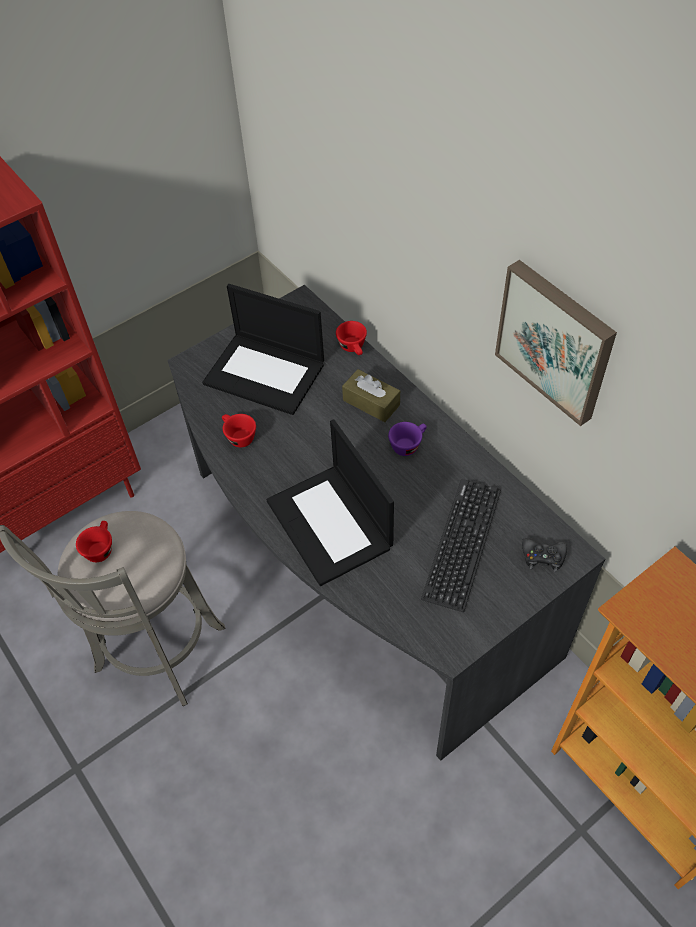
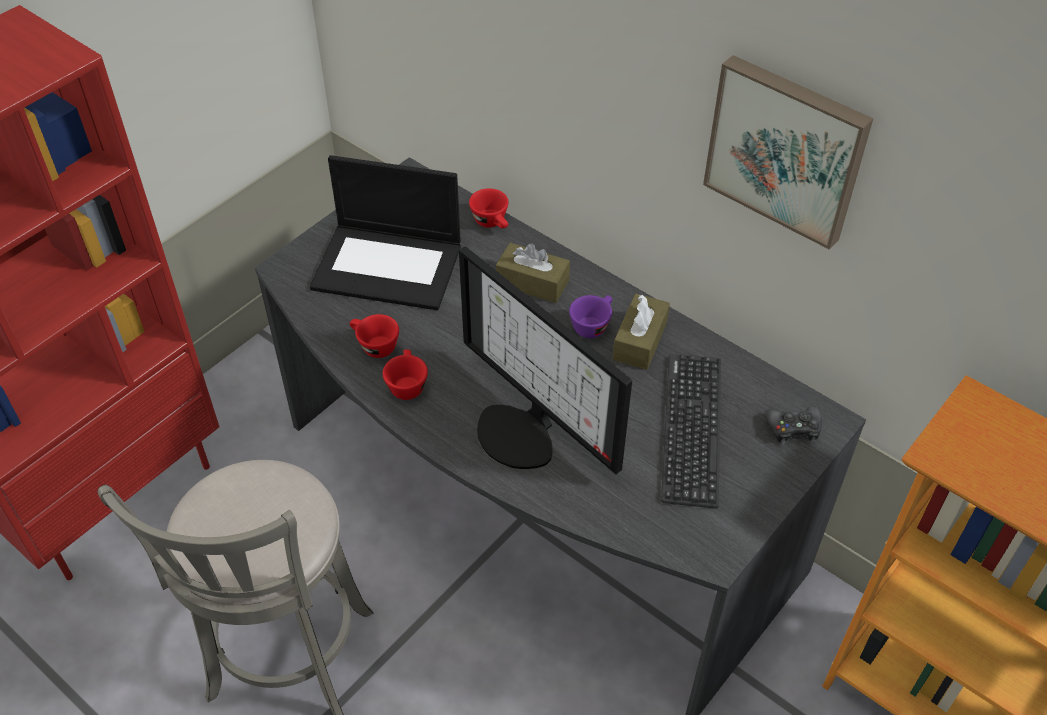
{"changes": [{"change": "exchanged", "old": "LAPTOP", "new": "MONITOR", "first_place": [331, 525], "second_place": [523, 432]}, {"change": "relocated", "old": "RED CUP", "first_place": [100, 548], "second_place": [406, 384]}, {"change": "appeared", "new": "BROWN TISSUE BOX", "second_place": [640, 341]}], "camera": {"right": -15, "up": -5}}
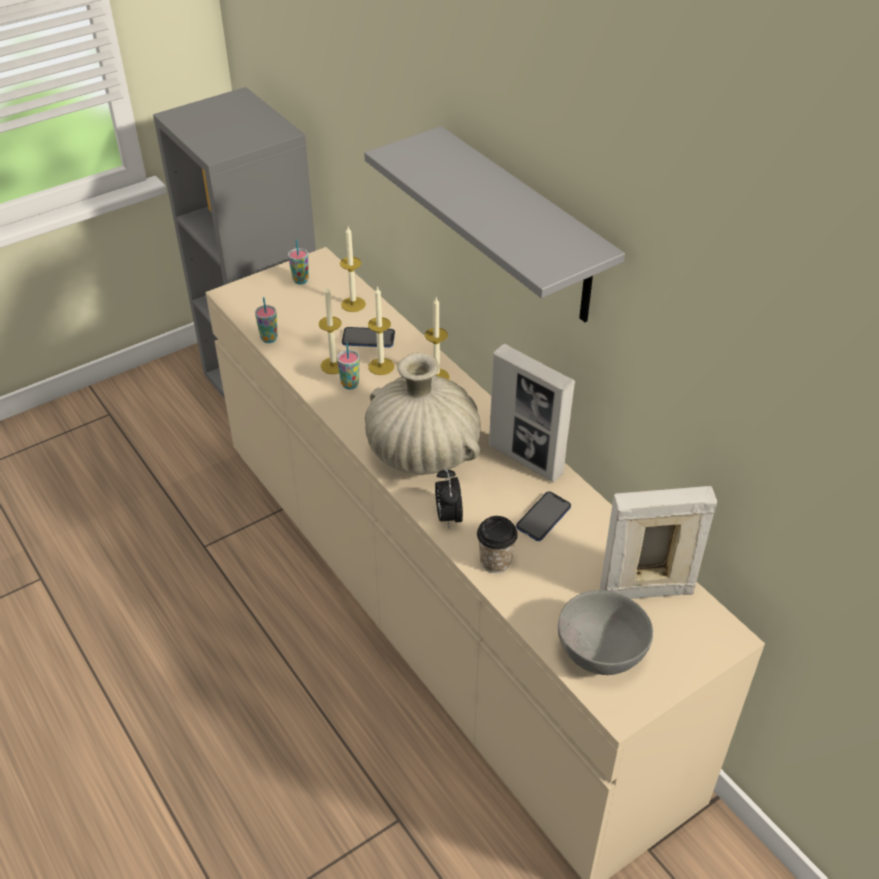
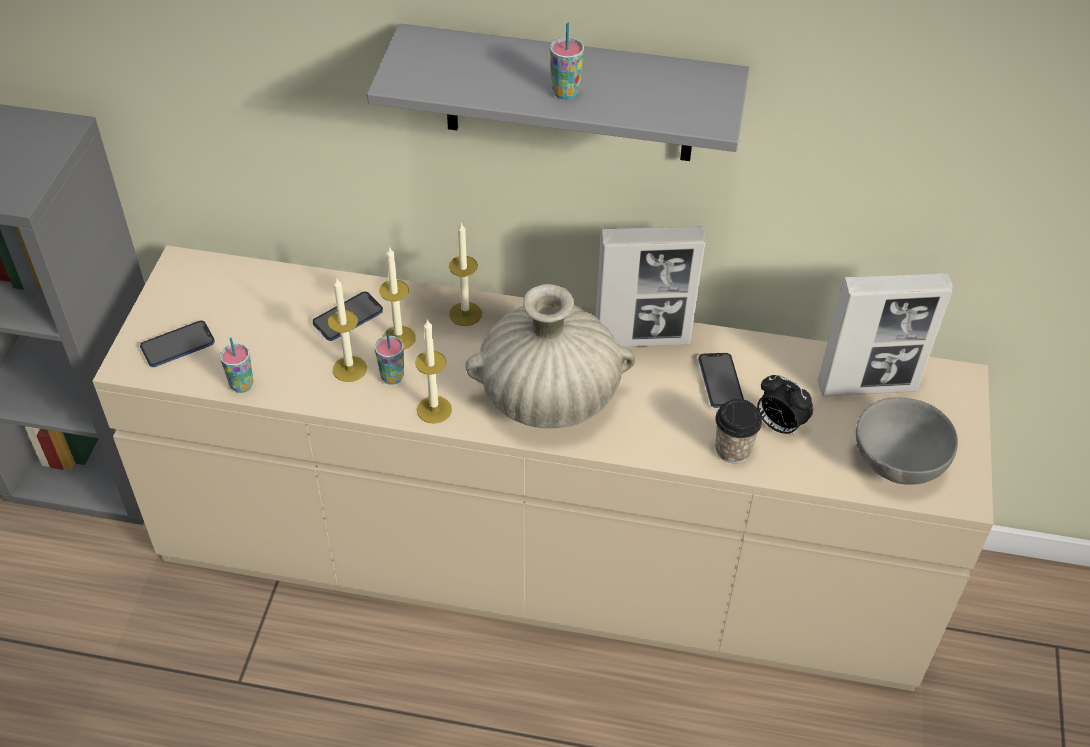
{"changes": [{"change": "relocated", "old": "CANDLE", "first_place": [353, 304], "second_place": [434, 409]}, {"change": "relocated", "old": "CUP", "first_place": [300, 280], "second_place": [565, 93]}, {"change": "relocated", "old": "ALARM CLOCK", "first_place": [448, 516], "second_place": [778, 425]}, {"change": "spun", "old": "PICTURE FRAME", "first_place": [645, 591], "second_place": [867, 386], "degrees": -135}, {"change": "appeared", "new": "PHONE", "second_place": [178, 345]}], "camera": {"right": -45, "up": 5}}
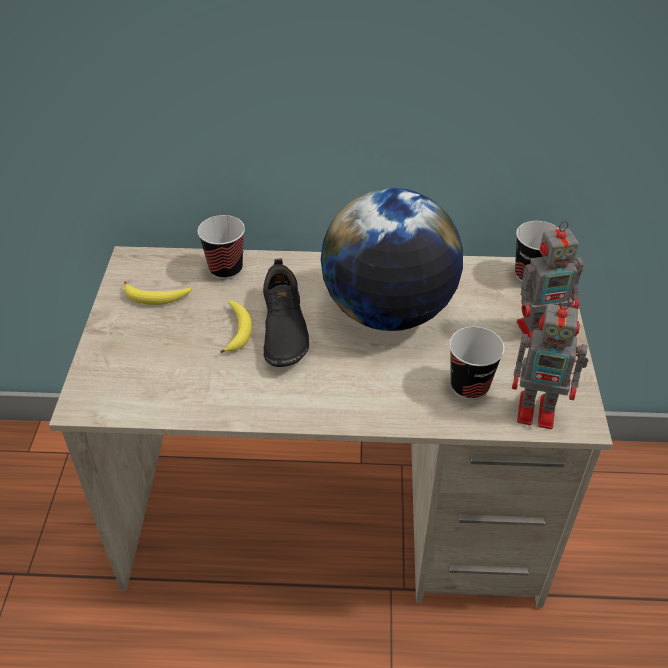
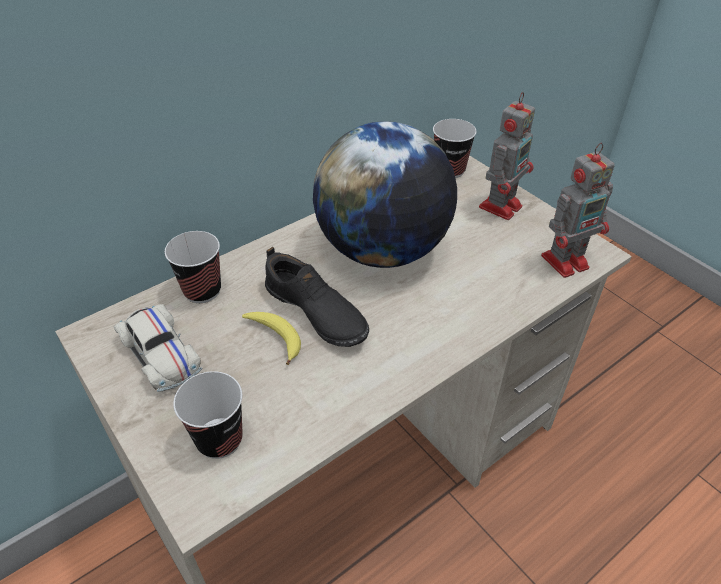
{"changes": [{"change": "exchanged", "old": "BANANA", "new": "WHITE TOY CAR", "first_place": [156, 297], "second_place": [160, 354]}, {"change": "relocated", "old": "CUP", "first_place": [469, 386], "second_place": [219, 439]}], "camera": {"right": -40, "up": 0}}
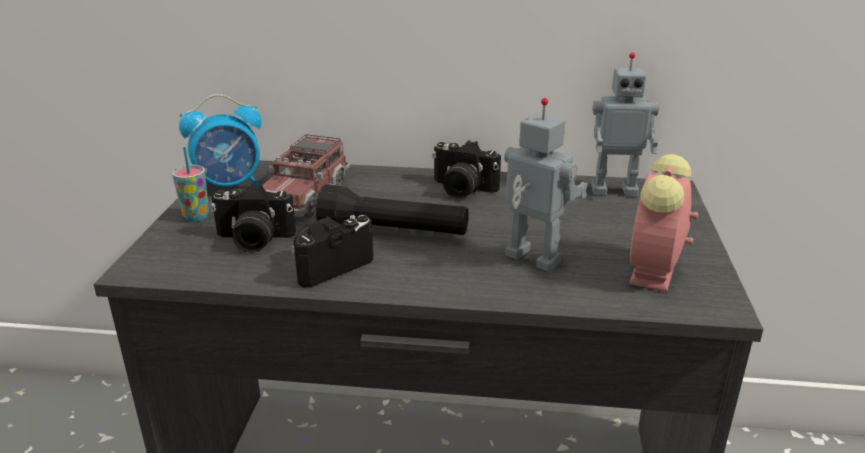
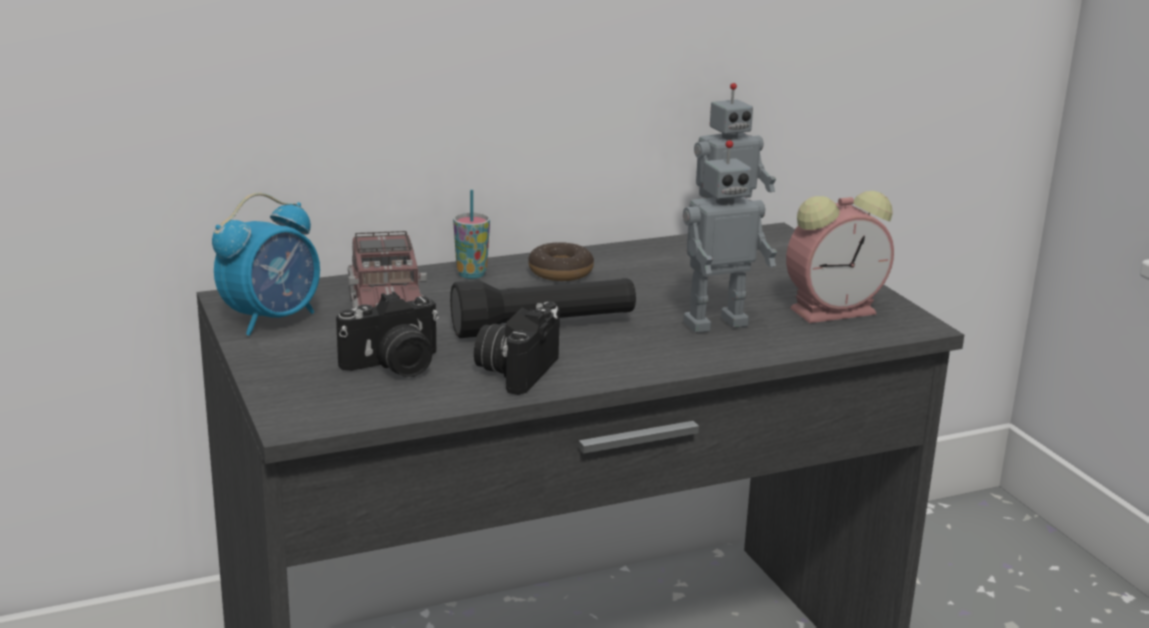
{"changes": [{"change": "spun", "old": "TOY ROBOT", "first_place": [531, 260], "second_place": [714, 323], "degrees": 150}, {"change": "exchanged", "old": "PHOTO CAMERA", "new": "DONUT", "first_place": [461, 189], "second_place": [560, 272]}, {"change": "relocated", "old": "CUP", "first_place": [196, 217], "second_place": [471, 274]}, {"change": "spun", "old": "ALARM CLOCK", "first_place": [653, 272], "second_place": [835, 310], "degrees": -105}], "camera": {"right": -30, "up": -5}}
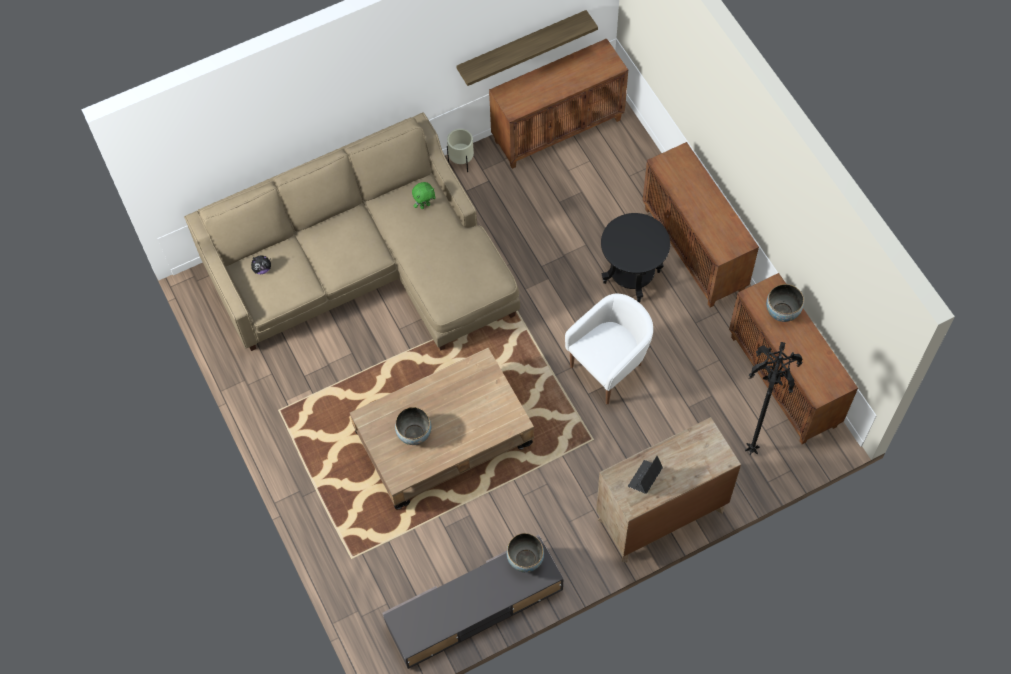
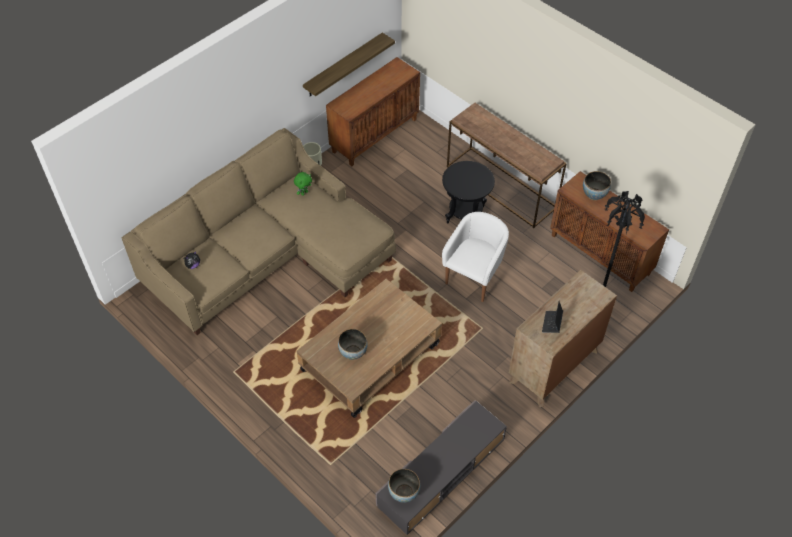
{"changes": [{"change": "exchanged", "old": "BROWN CABINET", "new": "BROWN CONSOLE TABLE", "first_place": [695, 250], "second_place": [502, 187]}, {"change": "relocated", "old": "BOWL", "first_place": [525, 559], "second_place": [404, 493]}], "camera": {"right": -20, "up": -10}}
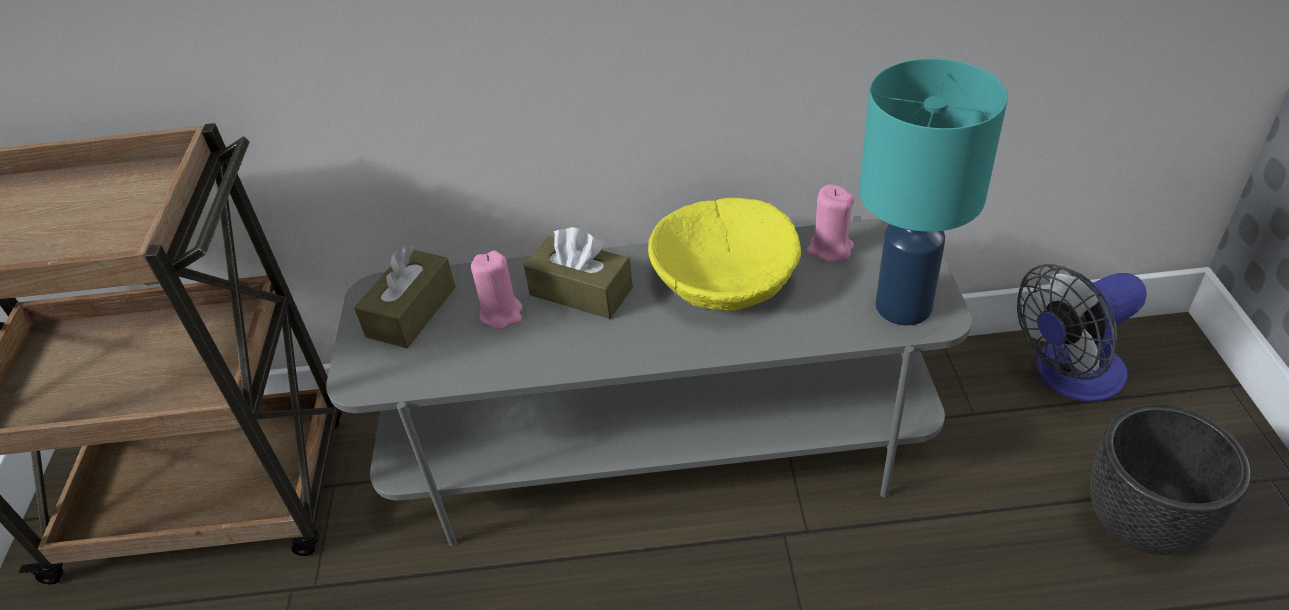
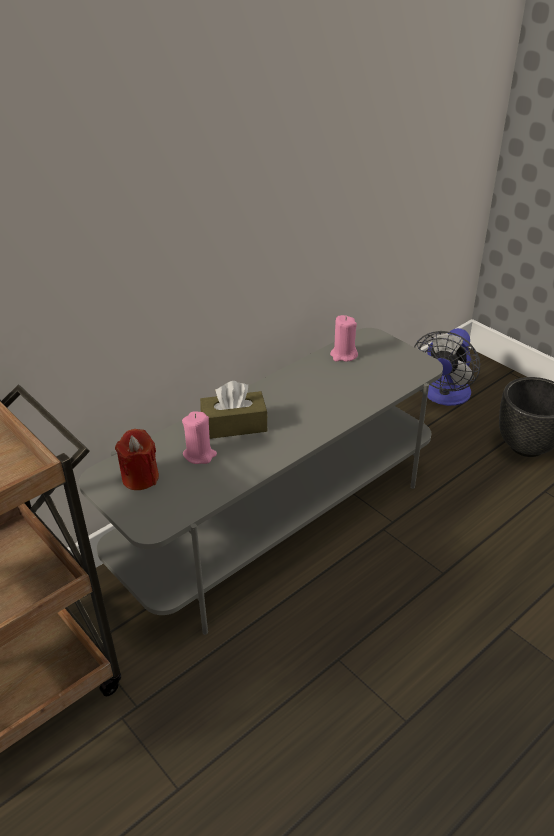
{"changes": [{"change": "missing", "old": "TURQUOISE TABLE LAMP", "first_place": [901, 307]}, {"change": "missing", "old": "YELLOW BOWL", "first_place": [724, 278]}, {"change": "exchanged", "old": "BROWN TISSUE BOX", "new": "RED CANDLE", "first_place": [411, 312], "second_place": [140, 478]}], "camera": {"right": -40, "up": -5}}
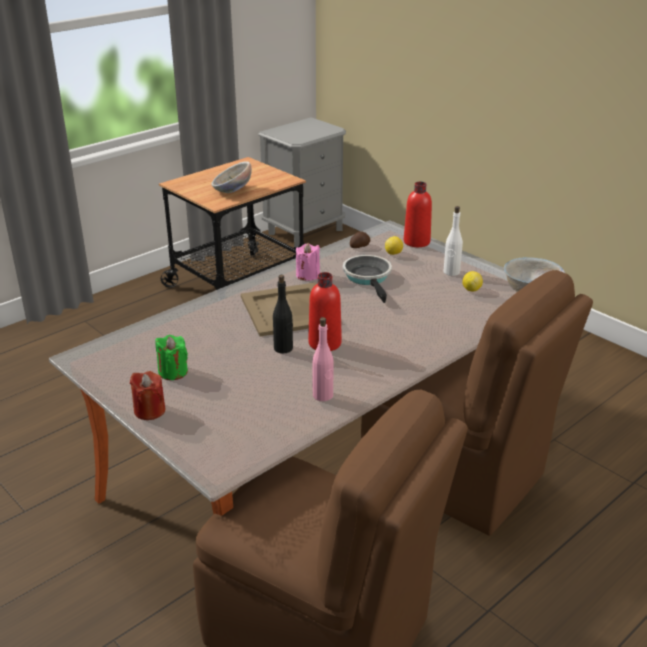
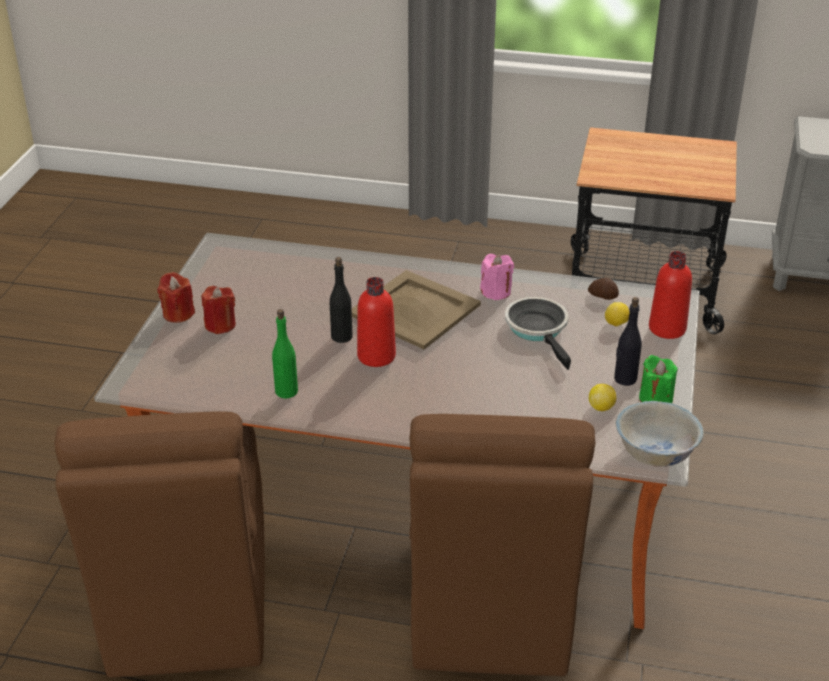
{"changes": [{"change": "missing", "old": "BOWL", "first_place": [232, 191]}, {"change": "colour", "old": "WHITE BOTTLE", "new": "BLACK BOTTLE", "first_place": [451, 272], "second_place": [625, 379]}, {"change": "spun", "old": "FRYING PAN", "first_place": [368, 278], "second_place": [539, 330], "degrees": -60}, {"change": "colour", "old": "PINK BOTTLE", "new": "GREEN BOTTLE", "first_place": [323, 395], "second_place": [286, 392]}, {"change": "relocated", "old": "GREEN CANDLE", "first_place": [173, 372], "second_place": [655, 399]}, {"change": "appeared", "new": "RED CANDLE", "second_place": [220, 325]}], "camera": {"right": 55, "up": 5}}
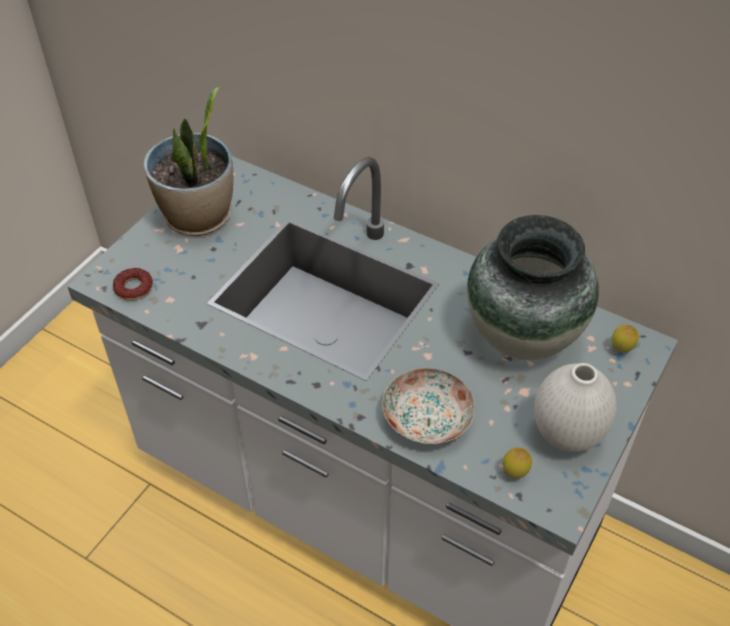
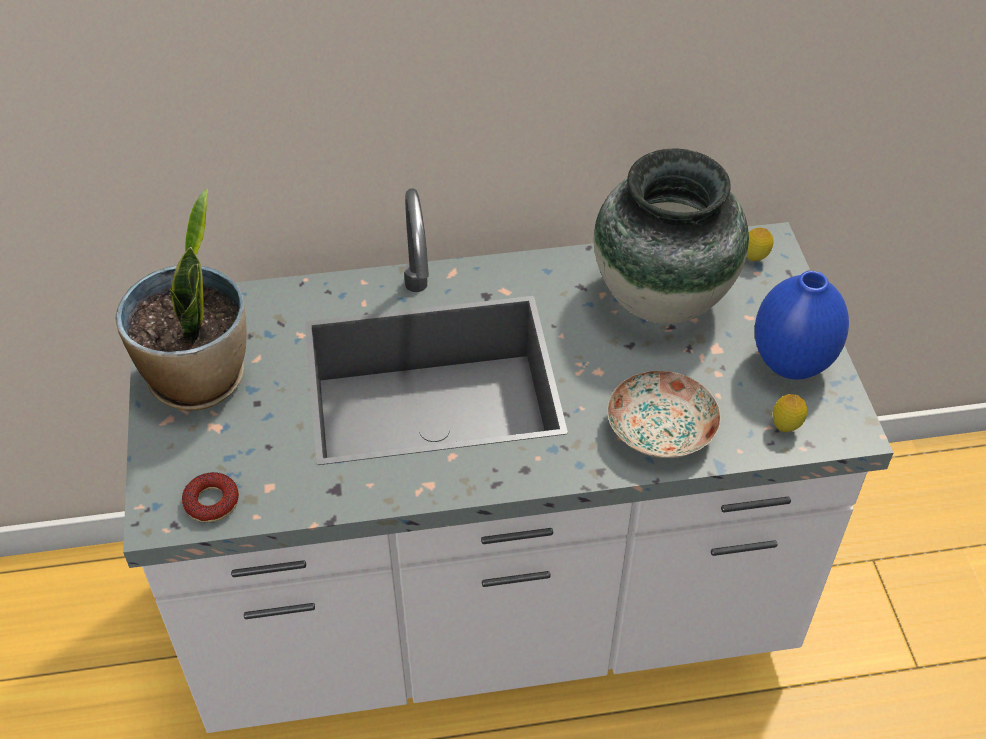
{"changes": [{"change": "colour", "old": "WHITE VASE", "new": "BLUE VASE", "first_place": [566, 435], "second_place": [790, 364]}], "camera": {"right": -40, "up": 0}}
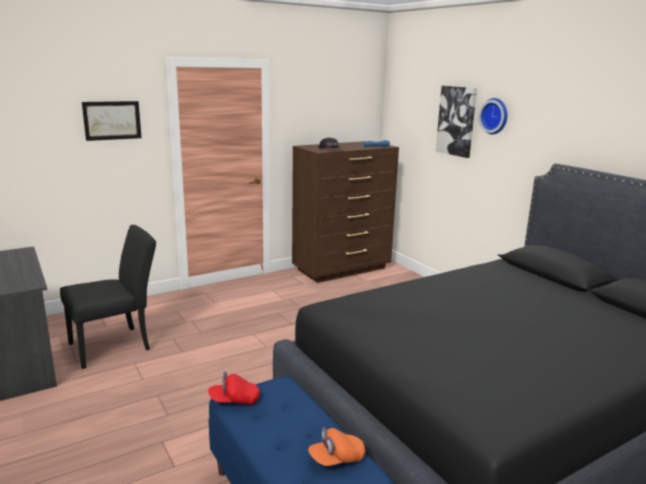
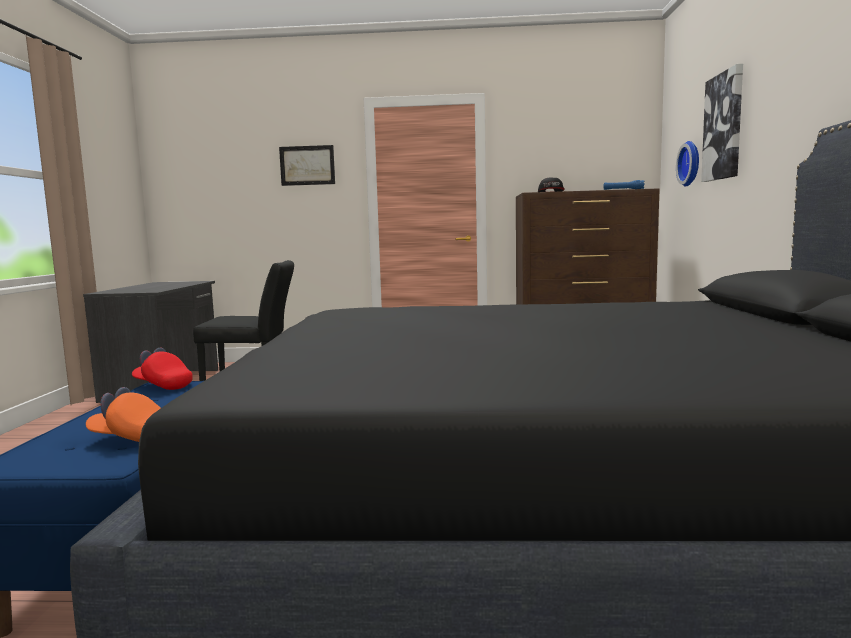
{"changes": [{"change": "relocated", "old": "WALL CLOCK", "first_place": [495, 116], "second_place": [691, 163]}], "camera": {"right": 35, "up": -10}}
